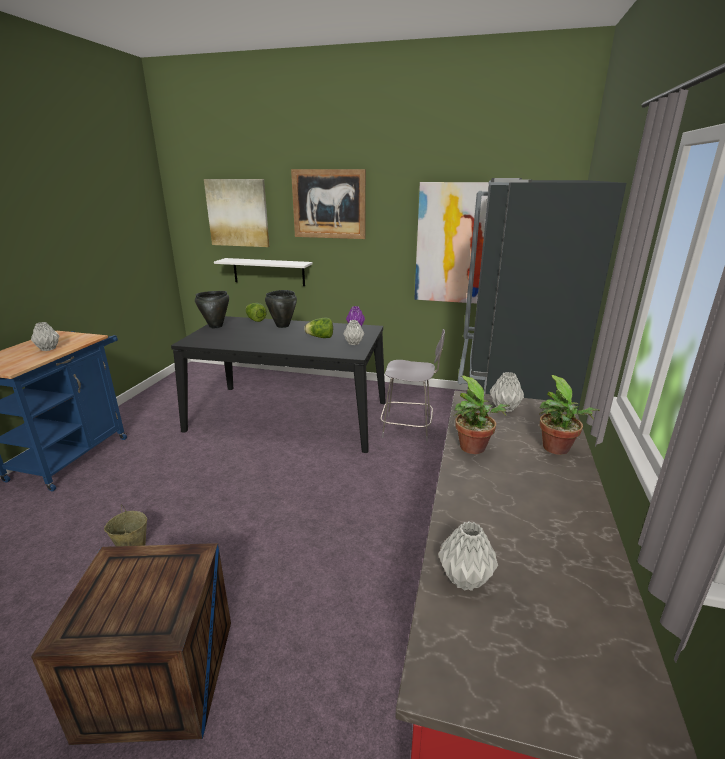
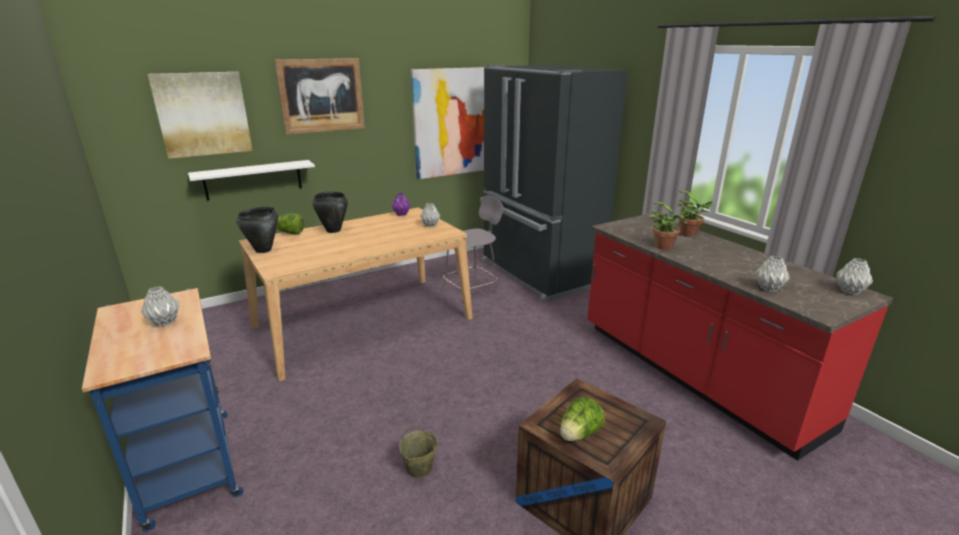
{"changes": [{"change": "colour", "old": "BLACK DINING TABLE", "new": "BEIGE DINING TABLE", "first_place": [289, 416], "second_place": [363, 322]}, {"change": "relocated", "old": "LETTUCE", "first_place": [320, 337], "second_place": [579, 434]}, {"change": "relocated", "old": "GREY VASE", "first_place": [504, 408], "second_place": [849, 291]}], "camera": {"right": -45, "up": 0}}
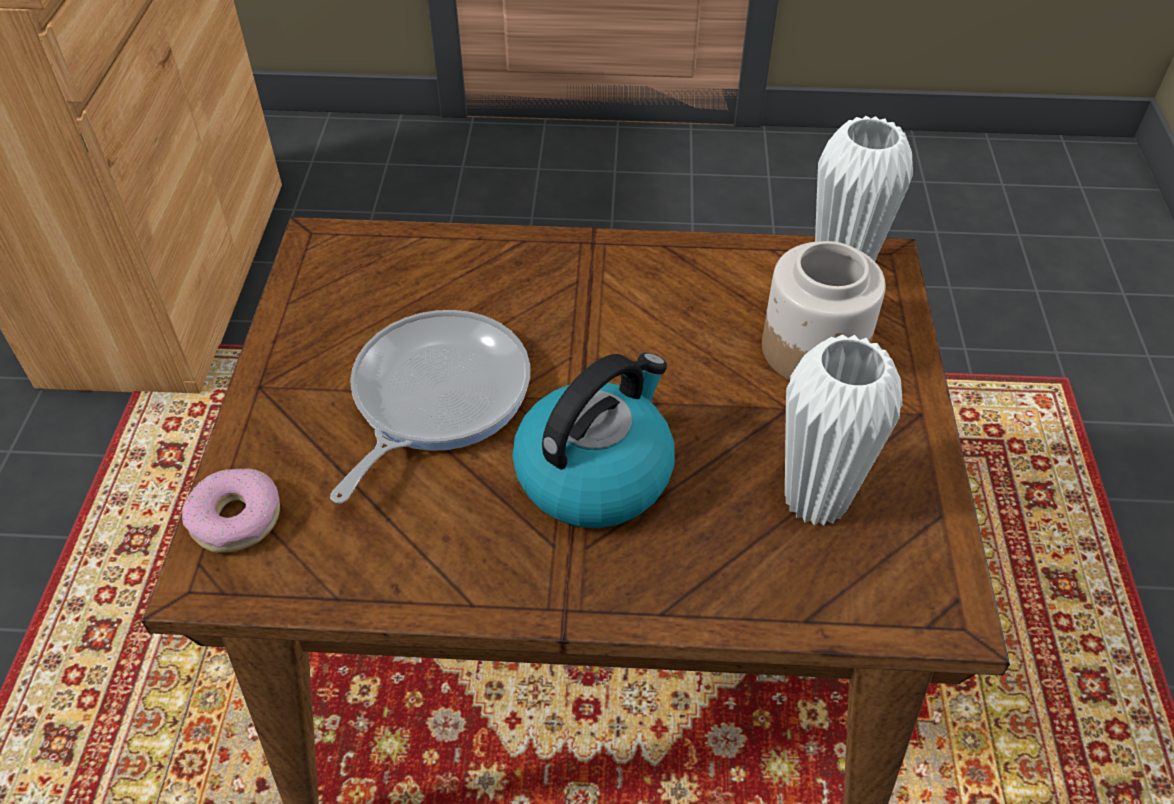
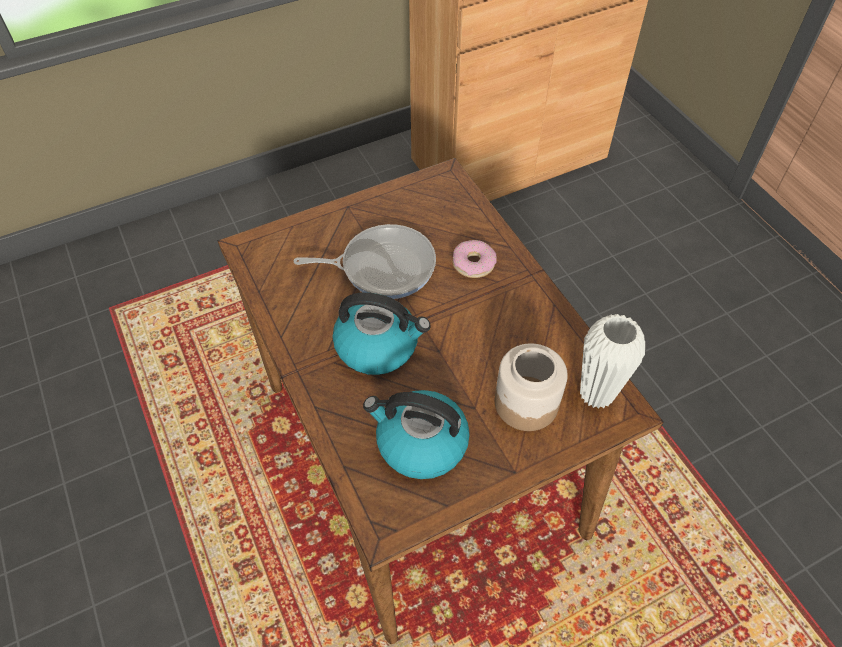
{"changes": [{"change": "exchanged", "old": "WHITE VASE", "new": "KETTLE", "first_place": [815, 500], "second_place": [420, 443]}, {"change": "relocated", "old": "DONUT", "first_place": [236, 518], "second_place": [473, 263]}], "camera": {"right": 60, "up": 5}}
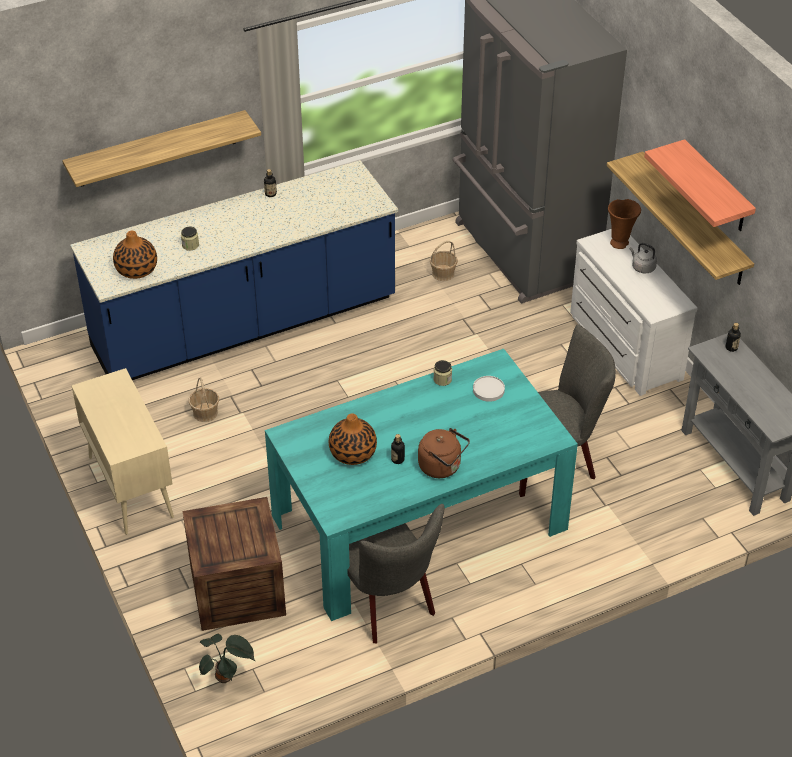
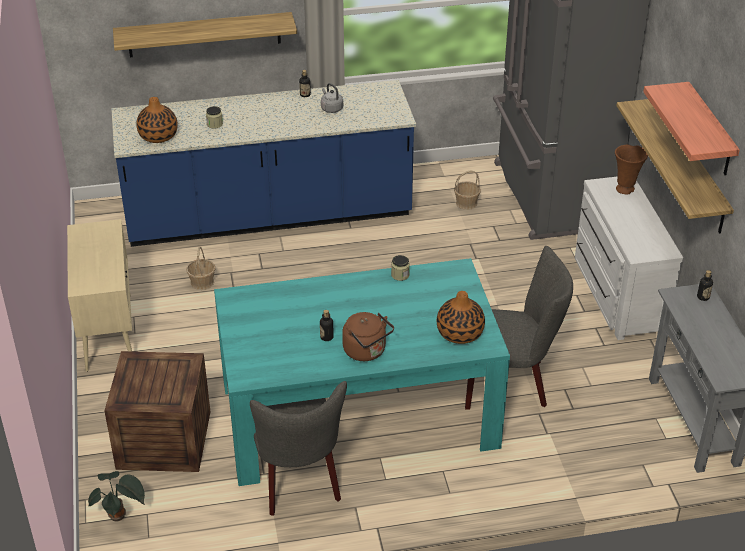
{"changes": [{"change": "relocated", "old": "GREY KETTLE", "first_place": [642, 267], "second_place": [331, 108]}, {"change": "missing", "old": "WHITE PLATE", "first_place": [489, 390]}, {"change": "relocated", "old": "VASE", "first_place": [353, 453], "second_place": [460, 333]}], "camera": {"right": 15, "up": -5}}
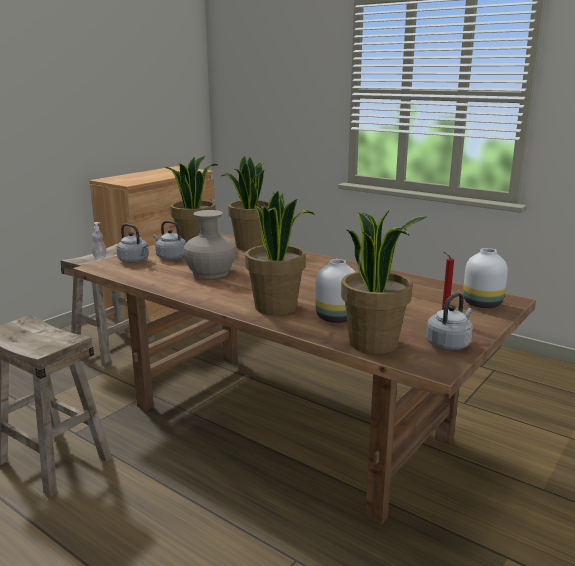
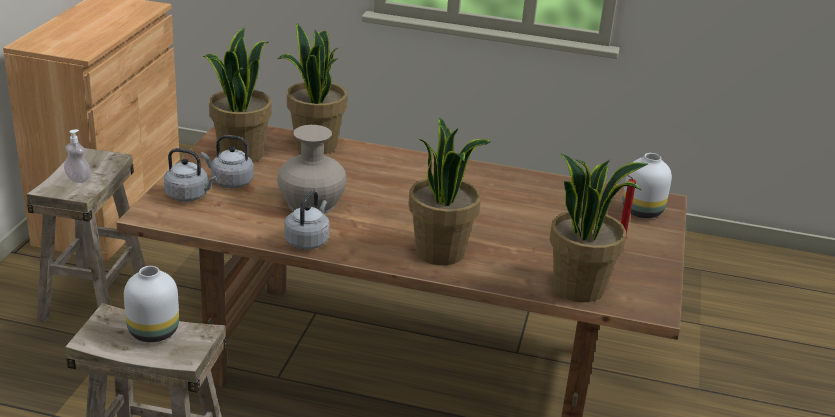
{"changes": [{"change": "relocated", "old": "WHITE VASE", "first_place": [335, 317], "second_place": [152, 331]}, {"change": "relocated", "old": "GREY KETTLE", "first_place": [449, 344], "second_place": [308, 241]}], "camera": {"right": -25, "up": 10}}
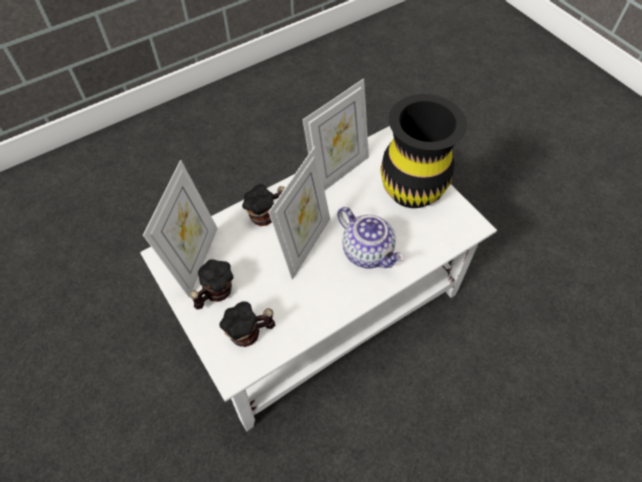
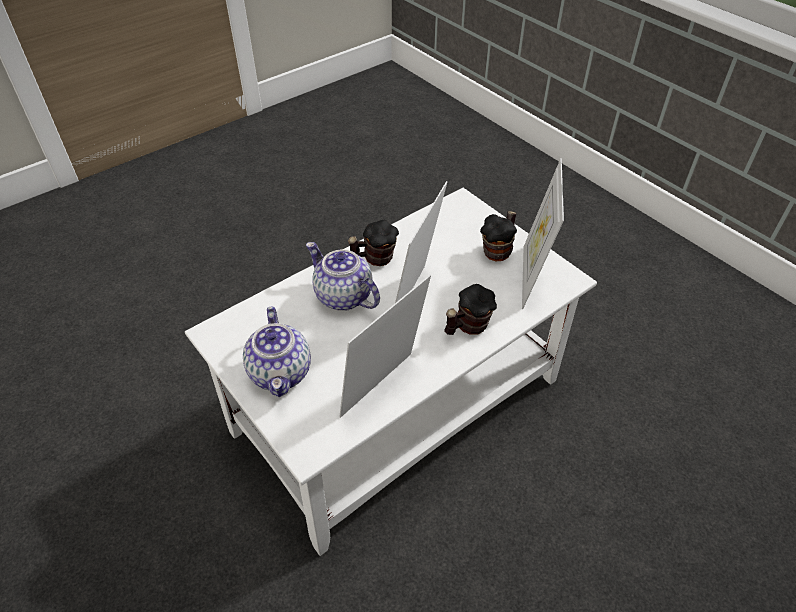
{"changes": [{"change": "exchanged", "old": "BLACK VASE", "new": "TEAPOT", "first_place": [412, 189], "second_place": [281, 373]}, {"change": "relocated", "old": "MUG", "first_place": [250, 333], "second_place": [374, 259]}], "camera": {"right": 175, "up": -10}}
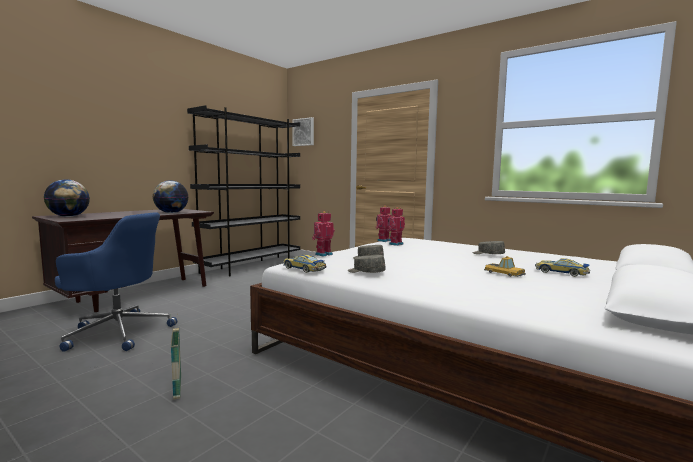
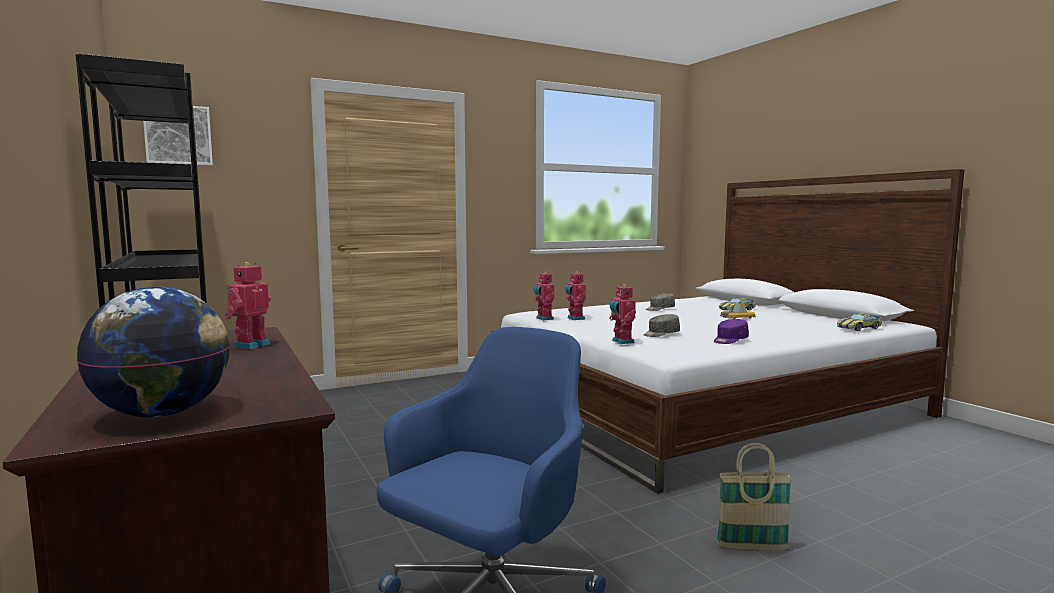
{"changes": [{"change": "exchanged", "old": "GLOBE", "new": "TOY ROBOT", "first_place": [171, 213], "second_place": [250, 345]}, {"change": "relocated", "old": "TOY CAR", "first_place": [304, 269], "second_place": [859, 328]}, {"change": "colour", "old": "GREY CAP", "new": "PURPLE CAP", "first_place": [366, 272], "second_place": [729, 340]}], "camera": {"right": -65, "up": 0}}
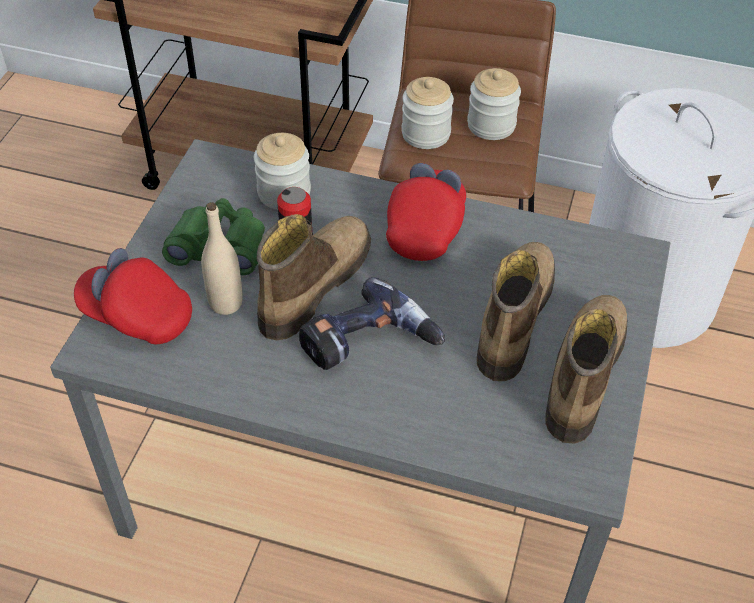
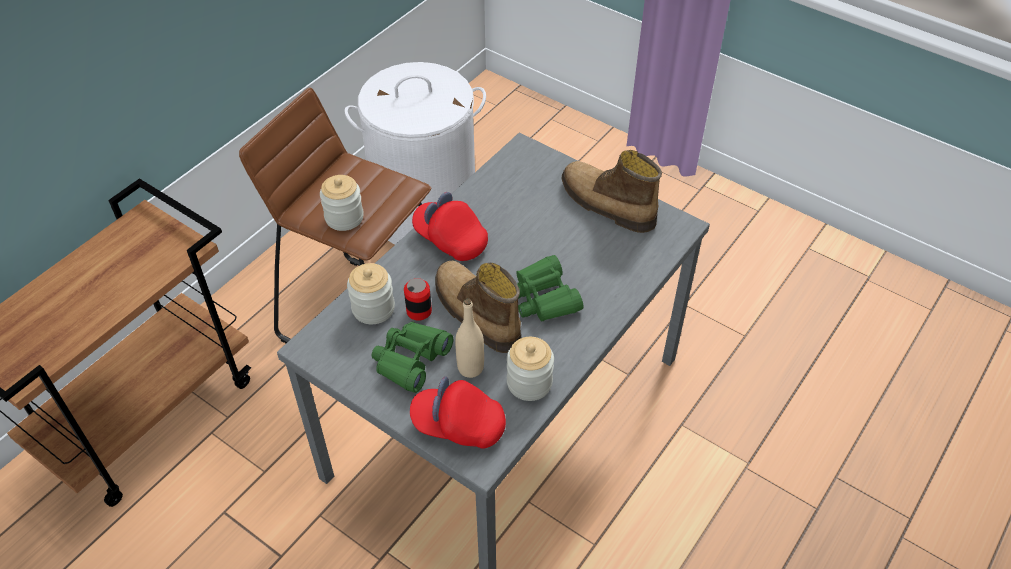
{"changes": [{"change": "relocated", "old": "JAR", "first_place": [491, 125], "second_place": [529, 383]}, {"change": "missing", "old": "BOOT", "first_place": [512, 317]}, {"change": "spun", "old": "RED CAP", "first_place": [136, 315], "second_place": [458, 425], "degrees": 60}, {"change": "exchanged", "old": "POWER DRILL", "new": "GREEN BINOCULARS", "first_place": [369, 345], "second_place": [543, 297]}], "camera": {"right": -70, "up": 0}}
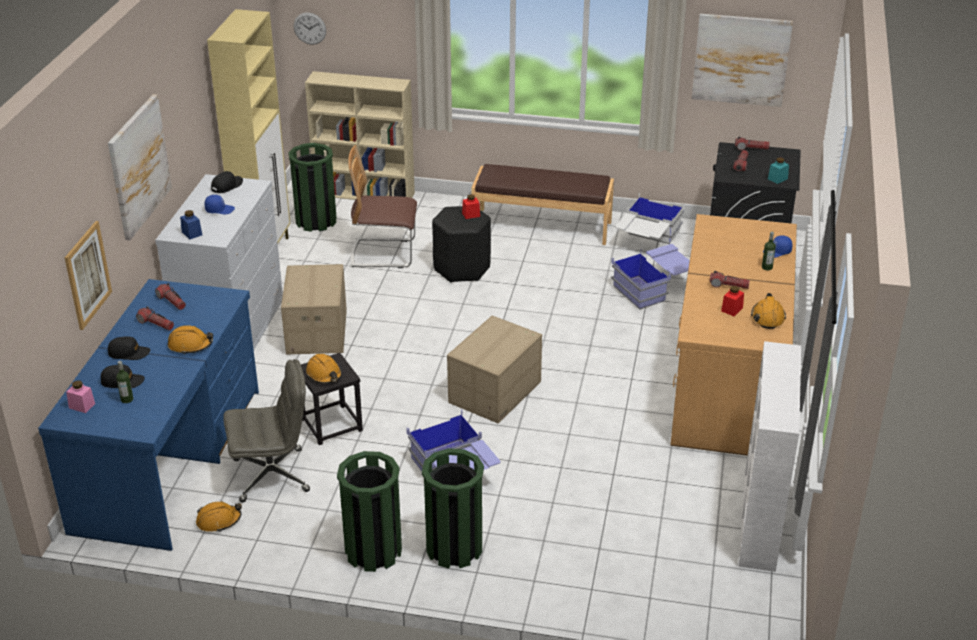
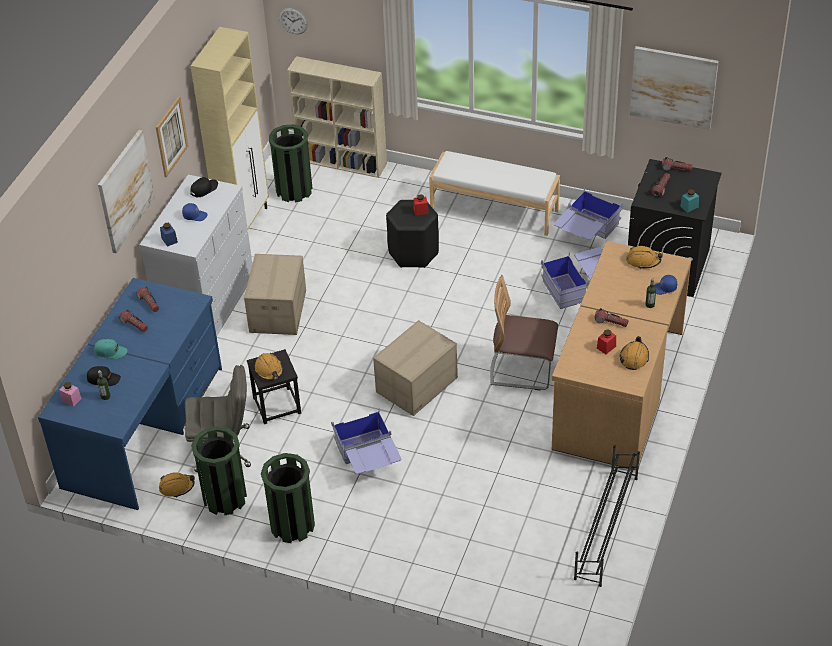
{"changes": [{"change": "relocated", "old": "CHAIR", "first_place": [384, 253], "second_place": [522, 370]}, {"change": "colour", "old": "BROWN BENCH", "new": "WHITE BENCH", "first_place": [542, 226], "second_place": [494, 210]}, {"change": "colour", "old": "WHITE STORAGE BOX", "new": "BLUE STORAGE BOX", "first_place": [647, 240], "second_place": [586, 233]}, {"change": "relocated", "old": "PICTURE", "first_place": [87, 275], "second_place": [171, 136]}, {"change": "relocated", "old": "ORANGE HARD HAT", "first_place": [190, 345], "second_place": [643, 261]}, {"change": "colour", "old": "BLACK CAP", "new": "TURQUOISE CAP", "first_place": [129, 353], "second_place": [111, 352]}, {"change": "exchanged", "old": "WHITE BOOKCASE", "new": "BLACK SHOE RACK", "first_place": [759, 522], "second_place": [605, 528]}, {"change": "relocated", "old": "GREEN TRASH CAN", "first_place": [454, 548], "second_place": [225, 498]}], "camera": {"right": 10, "up": 10}}
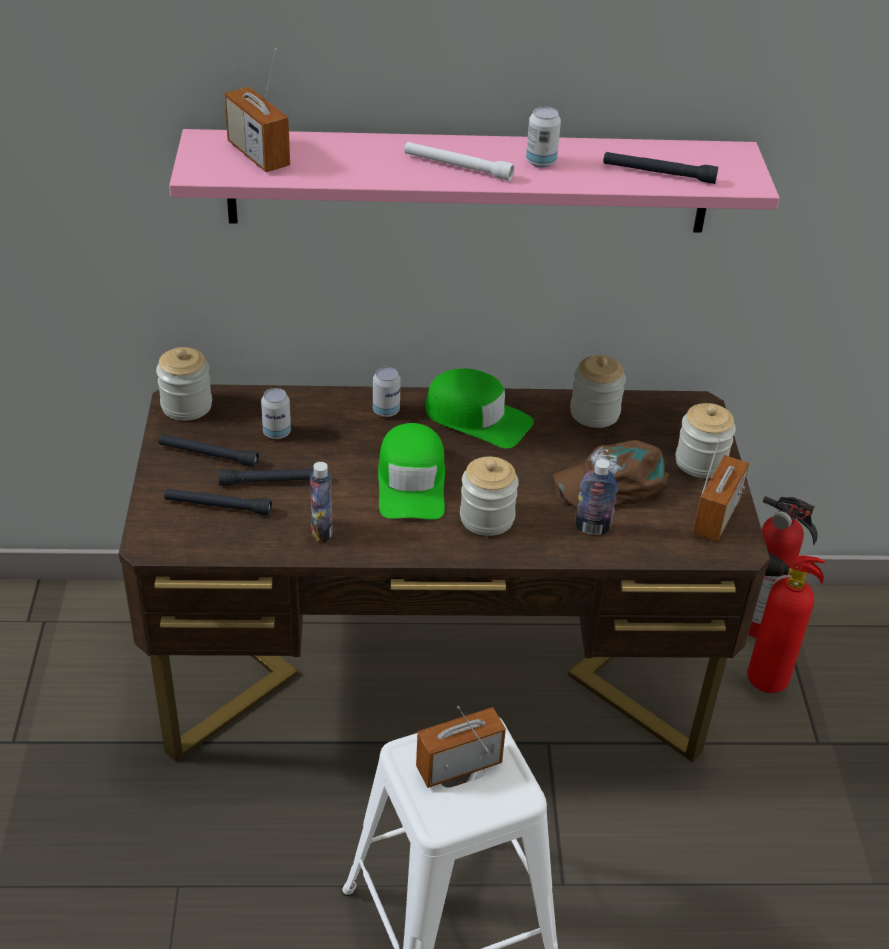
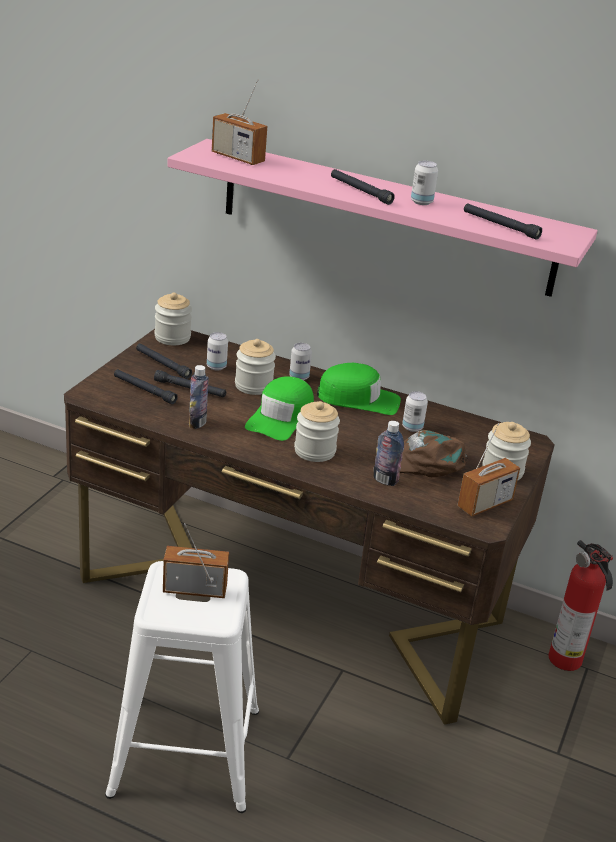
{"changes": [{"change": "spun", "old": "RADIO", "first_place": [258, 155], "second_place": [237, 158], "degrees": -45}, {"change": "colour", "old": "WHITE FLASHLIGHT", "new": "BLACK FLASHLIGHT", "first_place": [457, 167], "second_place": [360, 191]}, {"change": "relocated", "old": "JAR", "first_place": [594, 413], "second_place": [253, 386]}, {"change": "spun", "old": "GREEN CAP", "first_place": [477, 418], "second_place": [358, 399], "degrees": -45}, {"change": "missing", "old": "FIRE EXTINGUISHER", "first_place": [756, 678]}, {"change": "appeared", "new": "CAN", "second_place": [412, 427]}], "camera": {"right": 25, "up": -10}}
